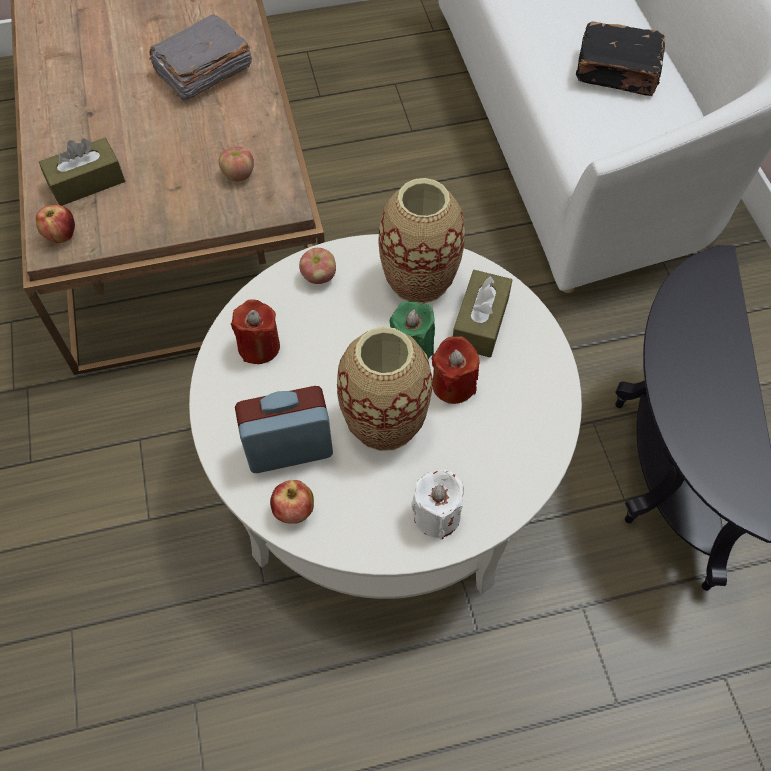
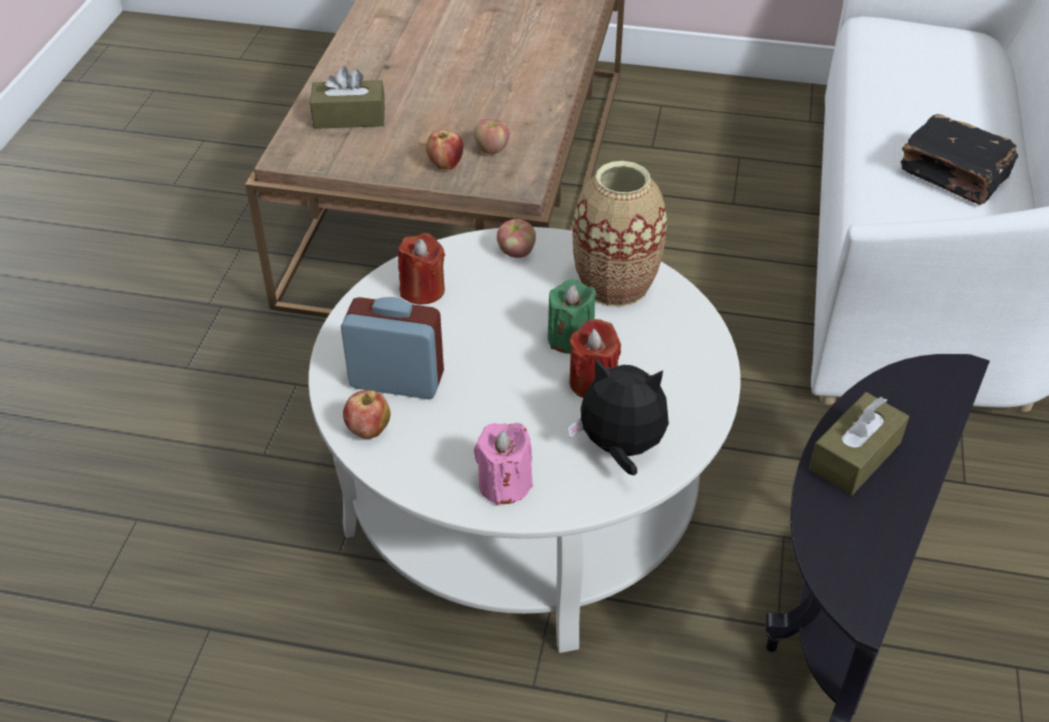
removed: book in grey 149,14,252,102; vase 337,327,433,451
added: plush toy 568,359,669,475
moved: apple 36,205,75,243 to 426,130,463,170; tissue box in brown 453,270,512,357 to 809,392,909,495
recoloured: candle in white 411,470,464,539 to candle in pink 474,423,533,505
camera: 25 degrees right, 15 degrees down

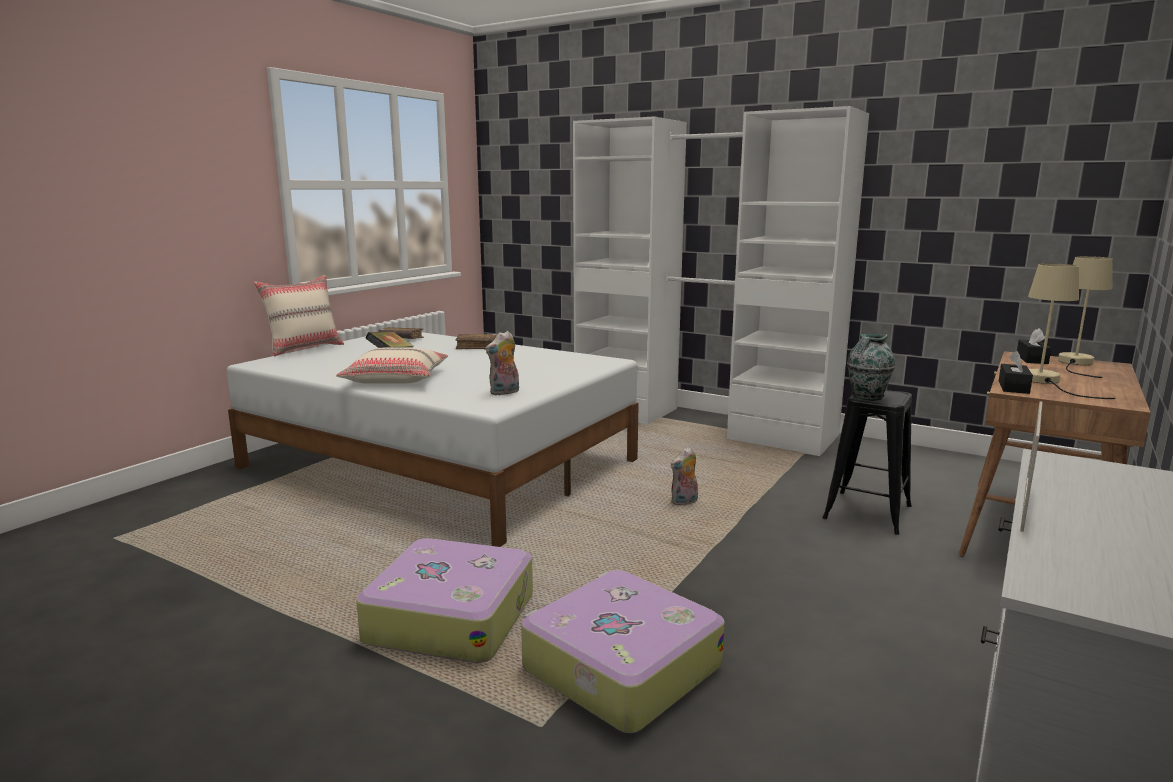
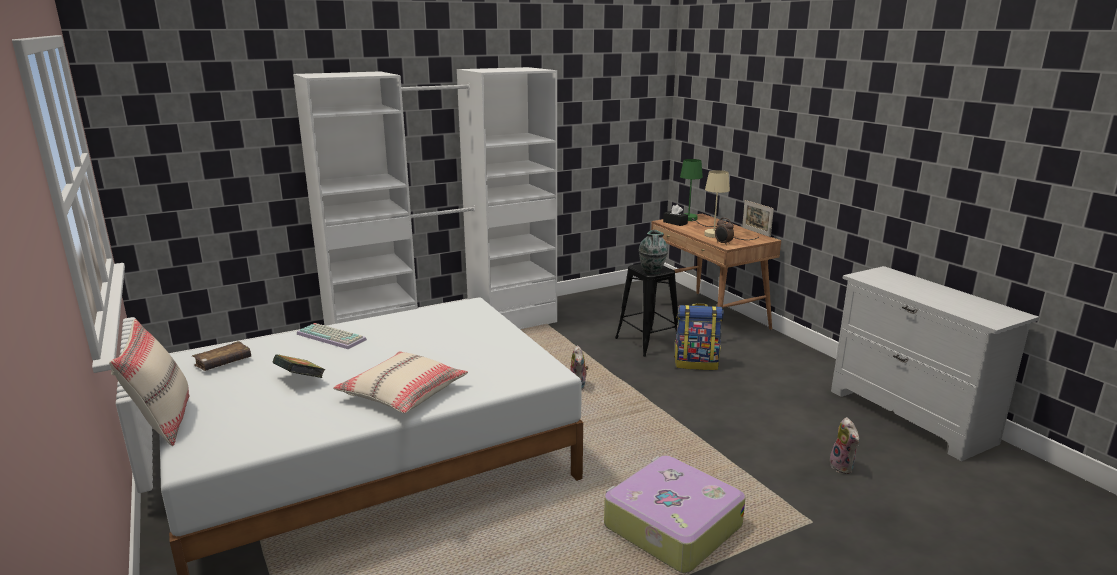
removed: suitcase 521,570,724,733
added: backpack 674,303,724,370
moved: plush toy 485,331,519,396 to 830,417,860,474; picture frame 1020,401,1043,532 to 742,200,774,237
replaced: book in brown 455,334,497,349 to keyboard 297,323,367,349; tissue box in black 999,351,1033,394 to alarm clock 715,218,734,244
recoloured: table lamp in beige 1058,256,1113,378 to table lamp in green 680,159,717,227
camera: 60 degrees left, 5 degrees up

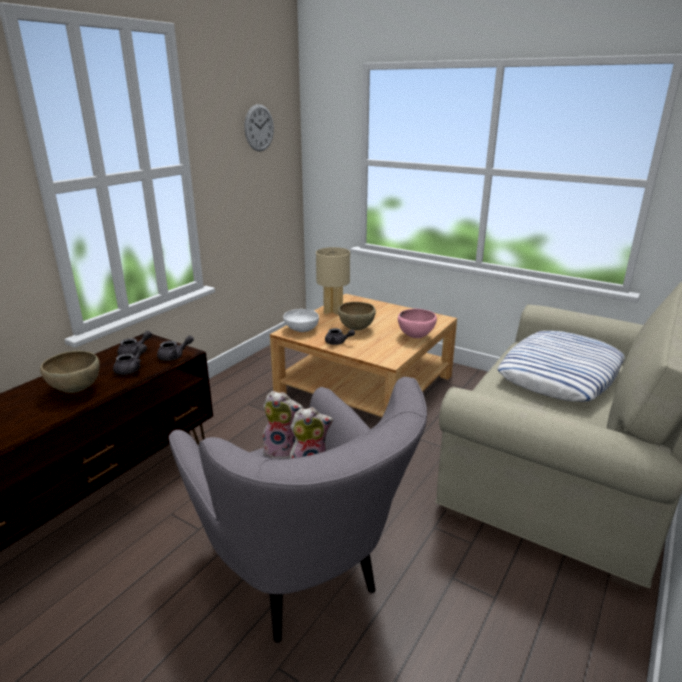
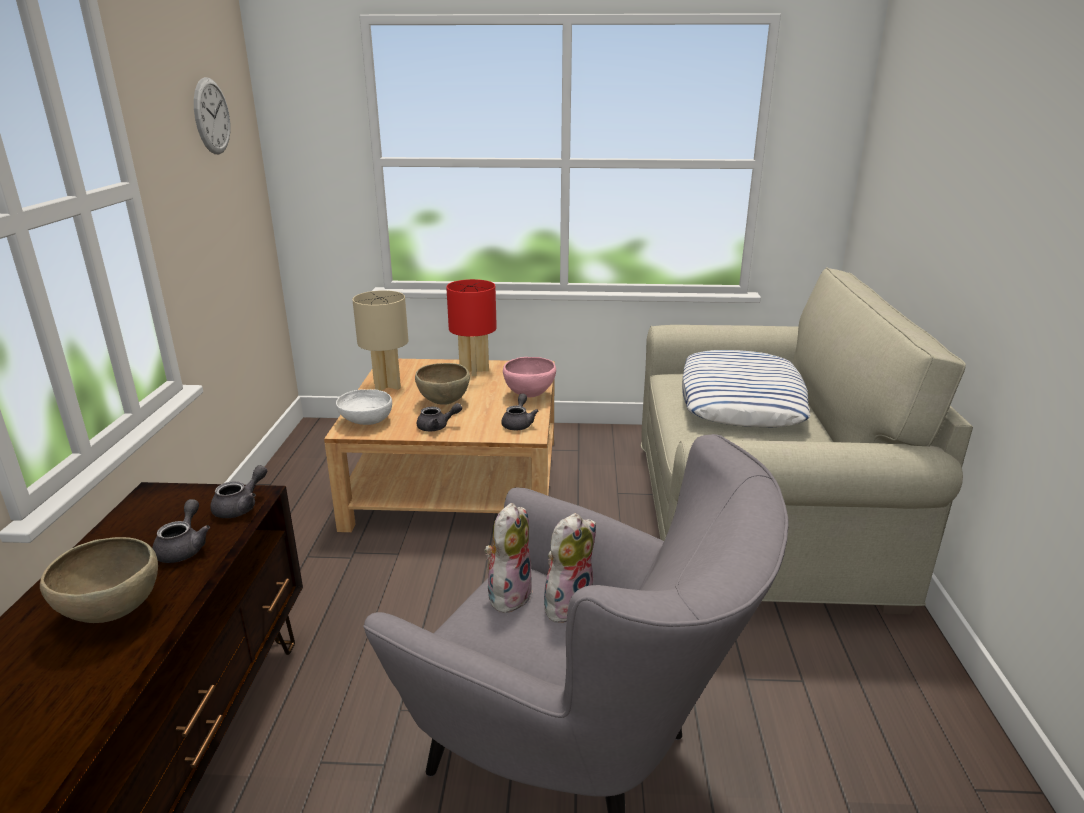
added: table lamp in red 446,279,497,376
moved: teapot in grey 118,331,152,356 to 501,393,538,430
turned: plush toy 263,391,303,459 = 485,503,533,613 45 degrees counterclockwise
camera: 30 degrees left, 0 degrees up

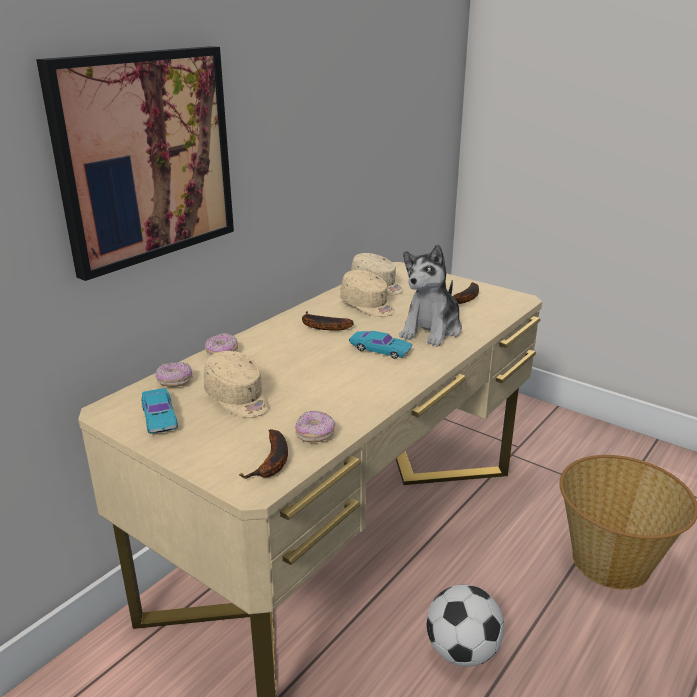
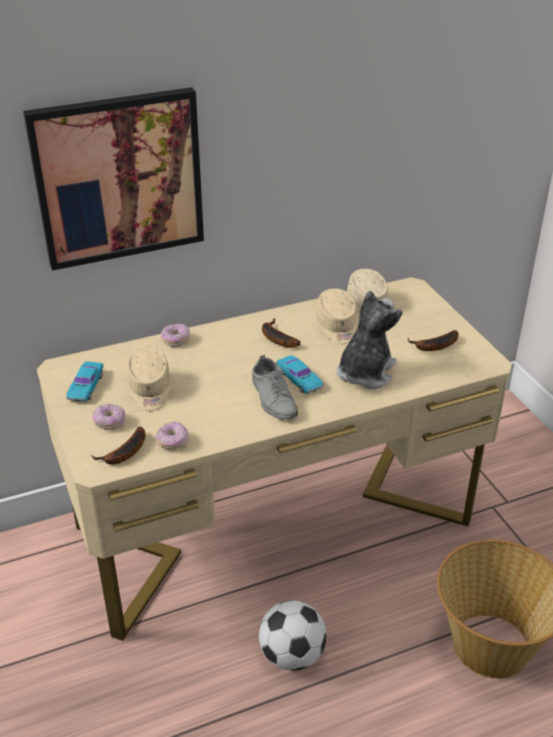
added: shoe in grey 252,355,298,420
moved: donut 156,362,193,387 to 92,404,125,430
turned: plush toy 399,244,462,346 = 336,290,402,389 150 degrees clockwise
camera: 30 degrees right, 10 degrees up

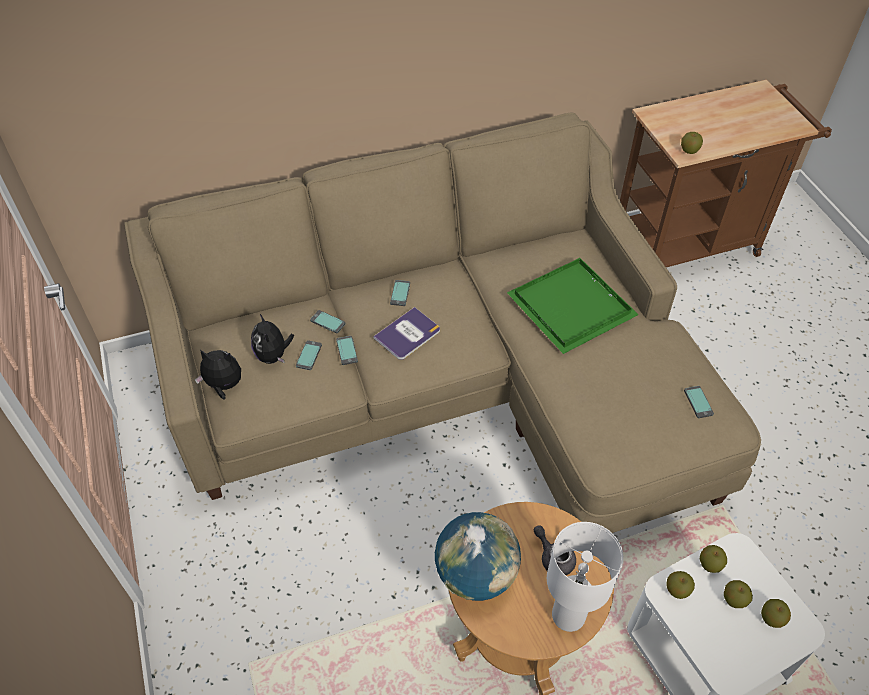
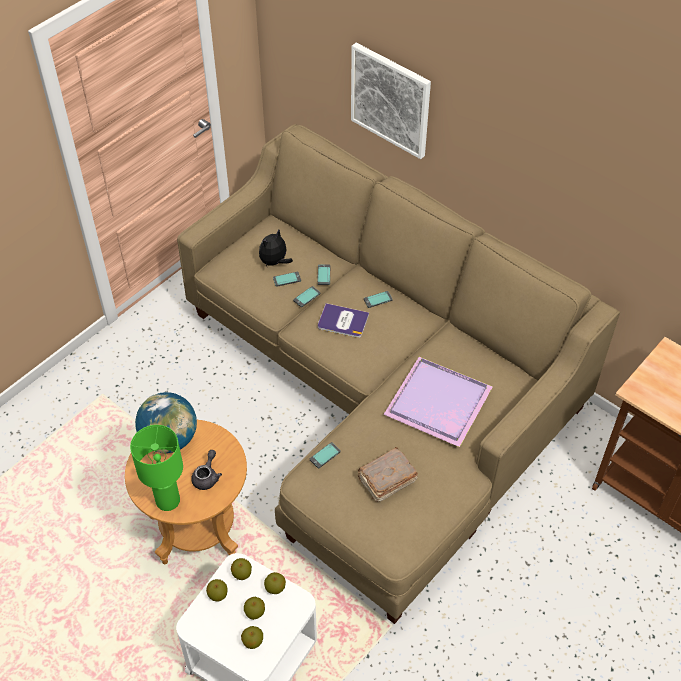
removed: plush toy 195,350,241,400
added: picture 351,43,431,159; book in brown 357,447,418,502
moved: apple 681,132,703,154 to 206,579,228,601; phone 684,386,714,418 to 310,442,341,468
recoloured: tray in green 507,258,638,354 to tray in purple 384,357,493,447; table lamp in white 547,522,623,632 to table lamp in green 130,425,183,511
camera: 60 degrees right, 0 degrees up

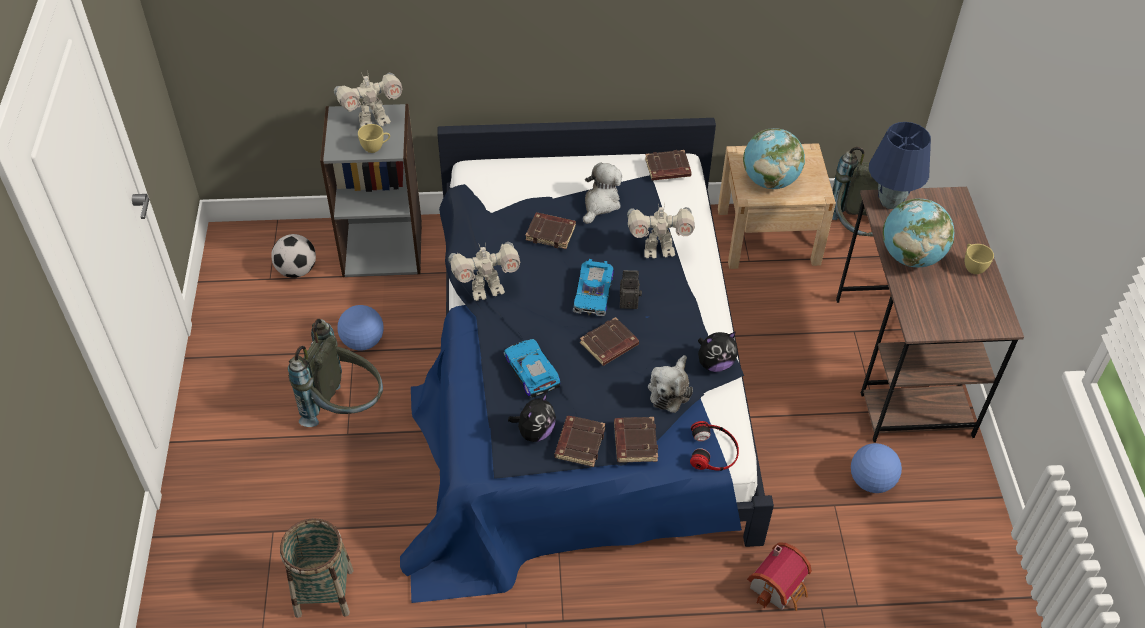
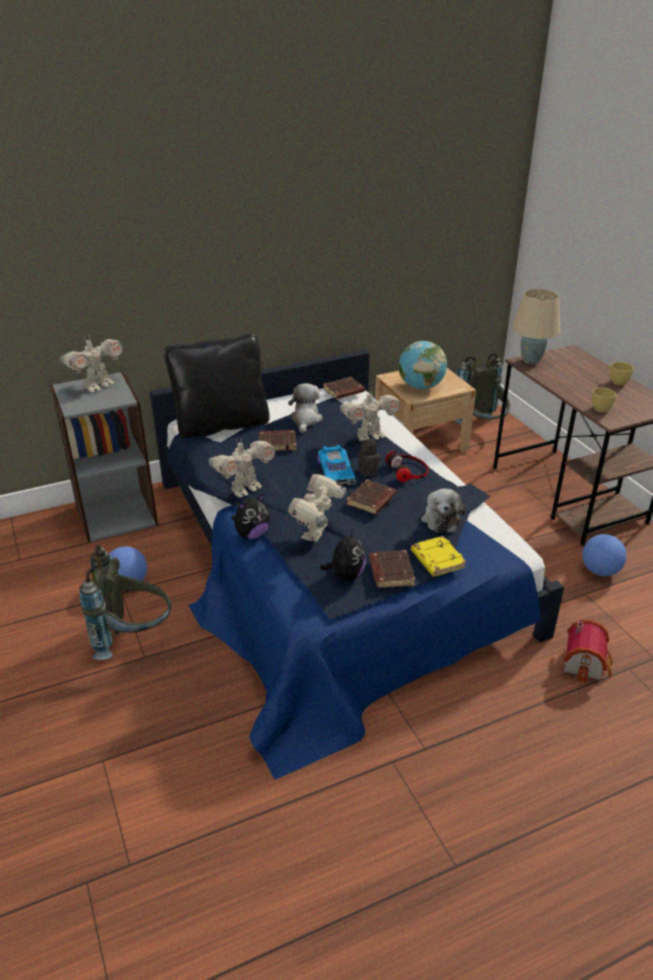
removed: globe 883,198,954,267; football 271,234,316,278; basket 280,518,354,618
added: pillow in black 164,334,270,439
moved: cup in yellow 358,124,390,153 to 592,387,617,413; plush toy 698,332,738,372 to 231,493,270,539; headphones 690,421,739,471 to 385,451,429,482
replaced: toy car 504,339,560,398 to toy robot 288,474,346,542
recoloured: table lamp in blue 869,122,931,209 to table lamp in beige 512,289,560,365; book in brown 614,417,658,463 to book in yellow 411,536,466,576
camera: 20 degrees left, 15 degrees down

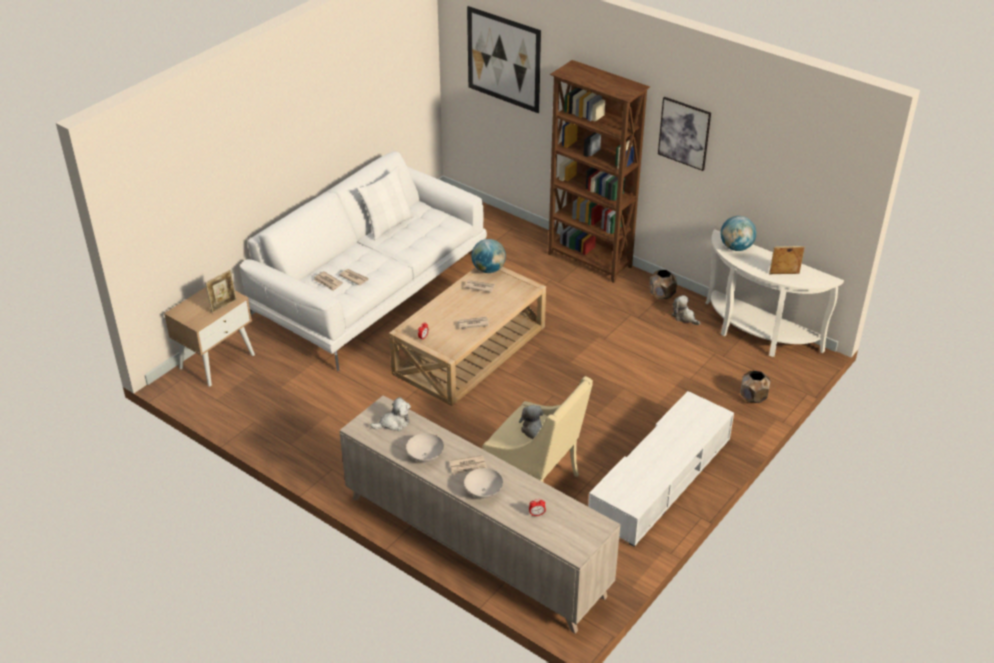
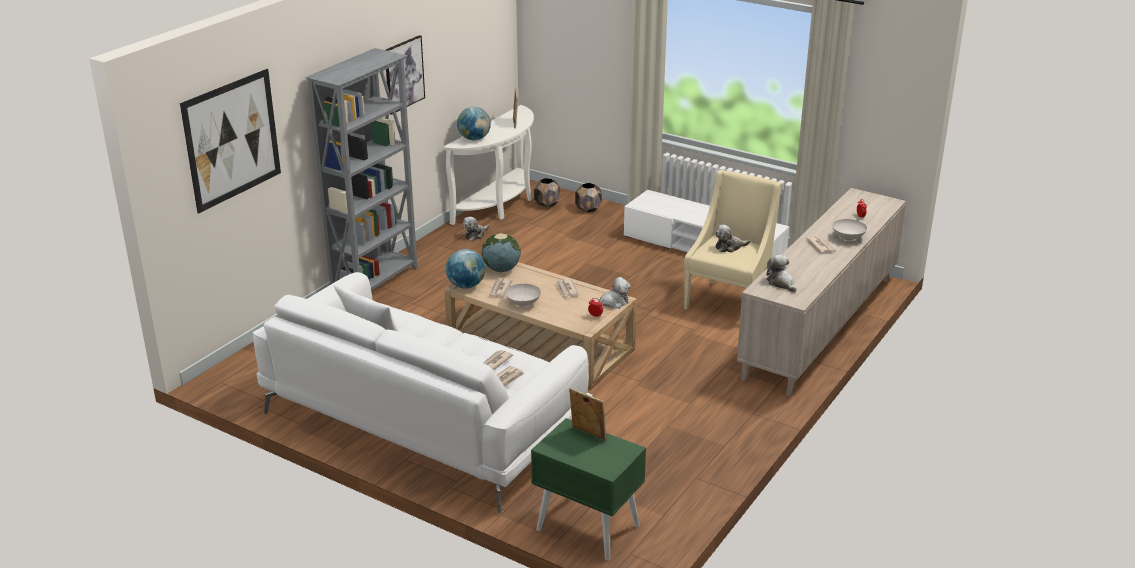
added: globe 481,233,521,272; plush toy 594,277,631,309
moved: planter in brown 649,270,677,299 to 534,178,560,207; bowl in white 406,433,444,462 to 505,284,541,307
recoloured: bookcase in brown 548,60,650,283 to bookcase in grey 305,48,418,291; nightstand in beige 164,287,255,386 to nightstand in green 531,418,646,561
camera: 95 degrees left, 10 degrees down

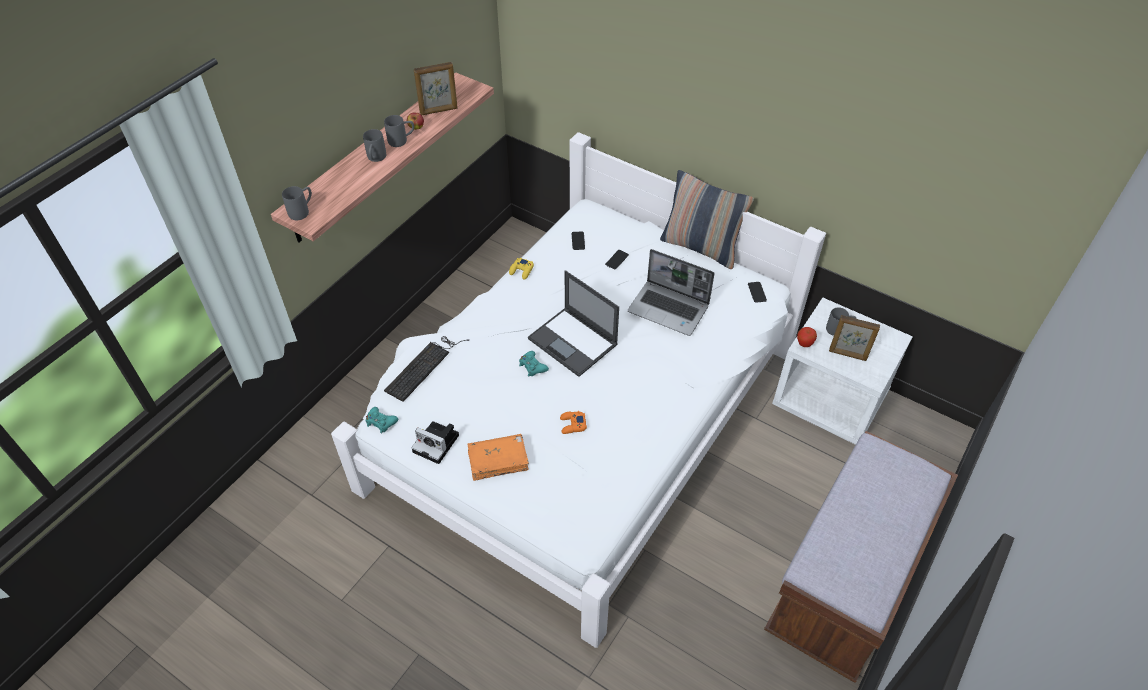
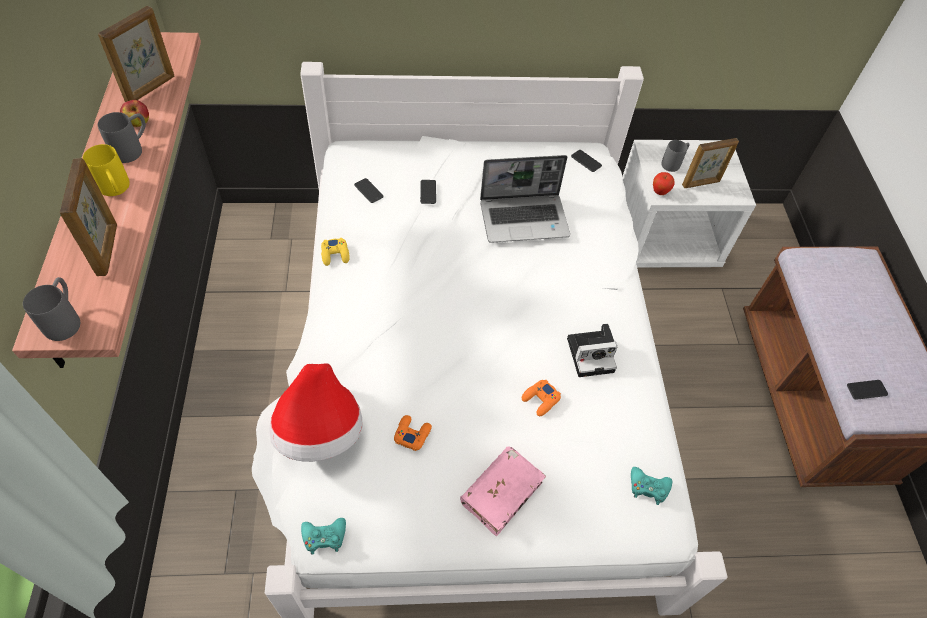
removed: pillow 660,170,754,269; laptop 528,270,619,377
added: picture frame 60,158,117,276; phone 847,380,888,400; game controller in orange 394,415,432,451
moved: game controller in turquoise 519,351,549,376 to 631,467,672,505; photo camera 411,421,459,464 to 567,324,618,377
replaced: keyboard 384,336,469,402 to hat 269,363,363,462
recoloured: mug in grey 363,129,386,162 to mug in yellow 83,144,130,196; book in orange 468,434,529,481 to book in pink 460,446,546,536
camera: 40 degrees left, 5 degrees up

